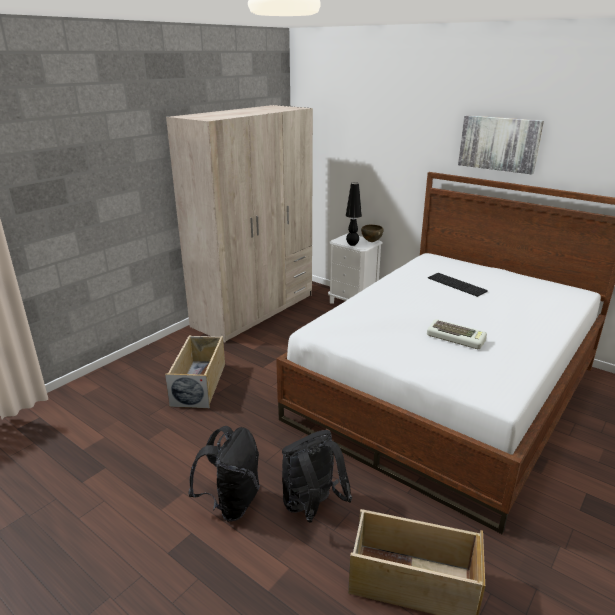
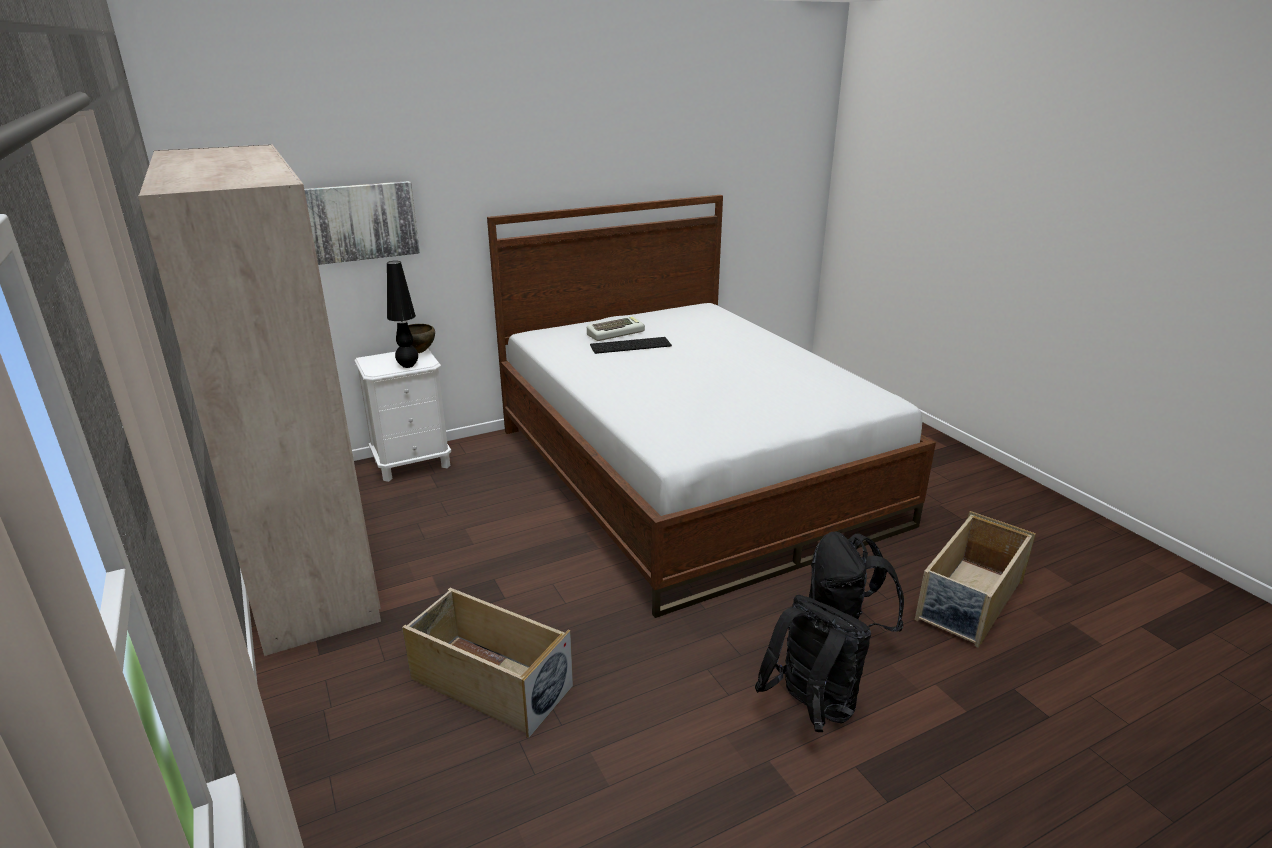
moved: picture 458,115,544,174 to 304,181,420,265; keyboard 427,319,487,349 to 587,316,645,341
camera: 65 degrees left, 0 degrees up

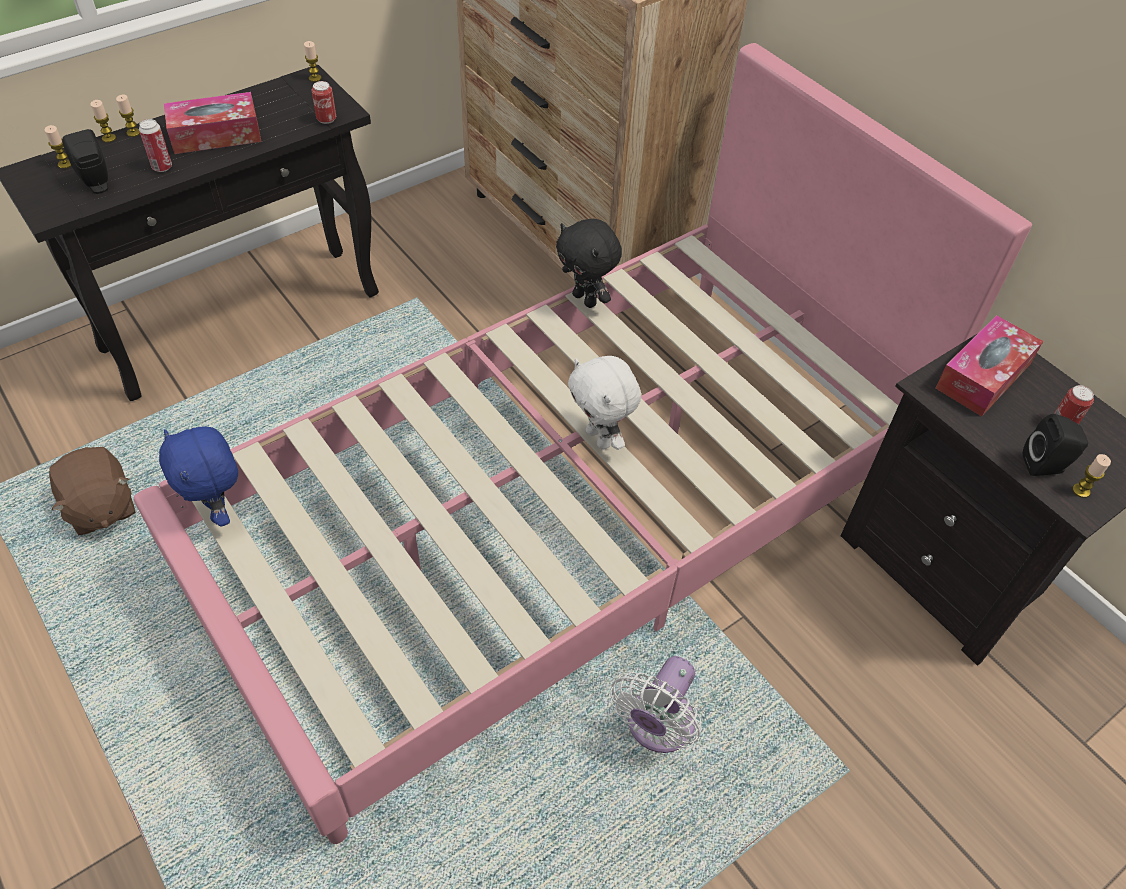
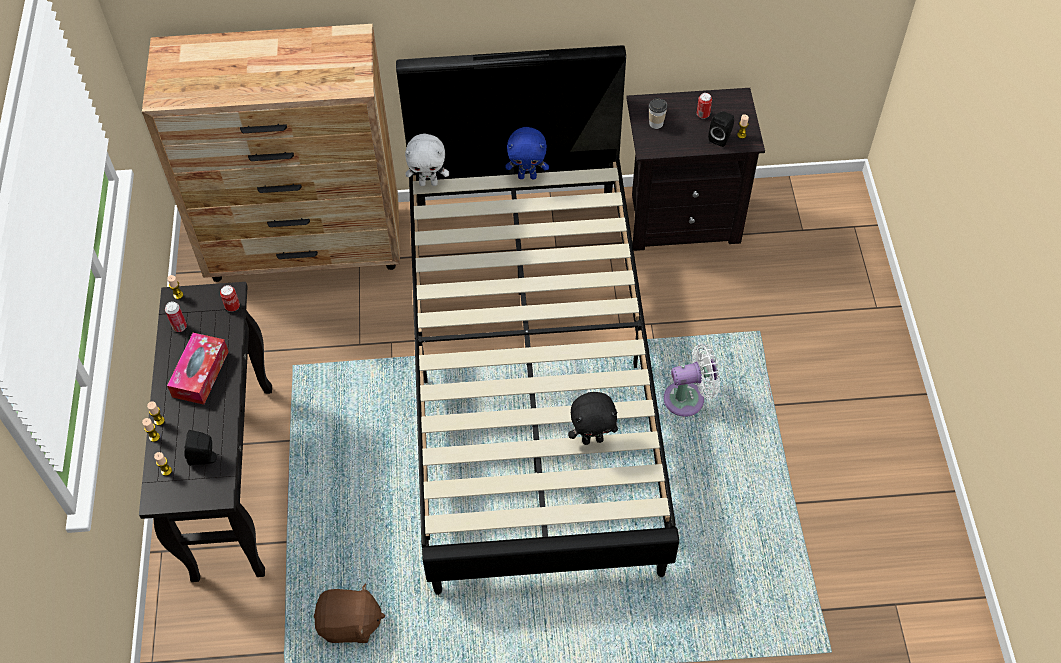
moved: can 139,119,172,172 to 165,302,187,332; plush toy in black 556,219,622,308 to 568,392,618,445; plush toy in white 568,356,641,450 to 405,133,449,186; plush toy in blue 159,426,238,527 to 505,127,549,180
replaced: tissue box 935,315,1043,416 to cup 649,98,667,129
recoloured: bed in pink 134,43,1032,844 to bed in black 396,45,679,595
turned: fan in white 610,656,701,753 = 664,343,720,417 75 degrees counterclockwise
camera: 55 degrees left, 5 degrees up

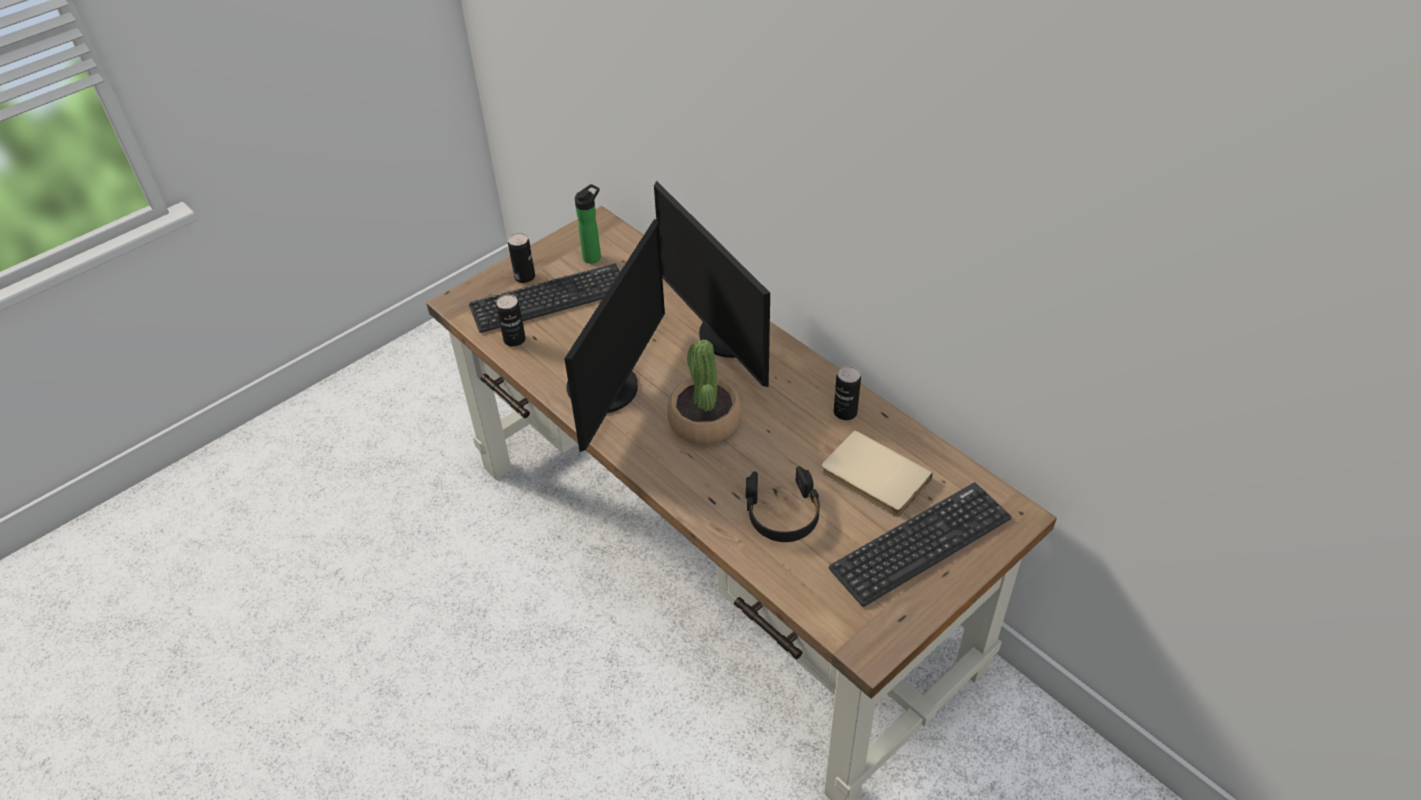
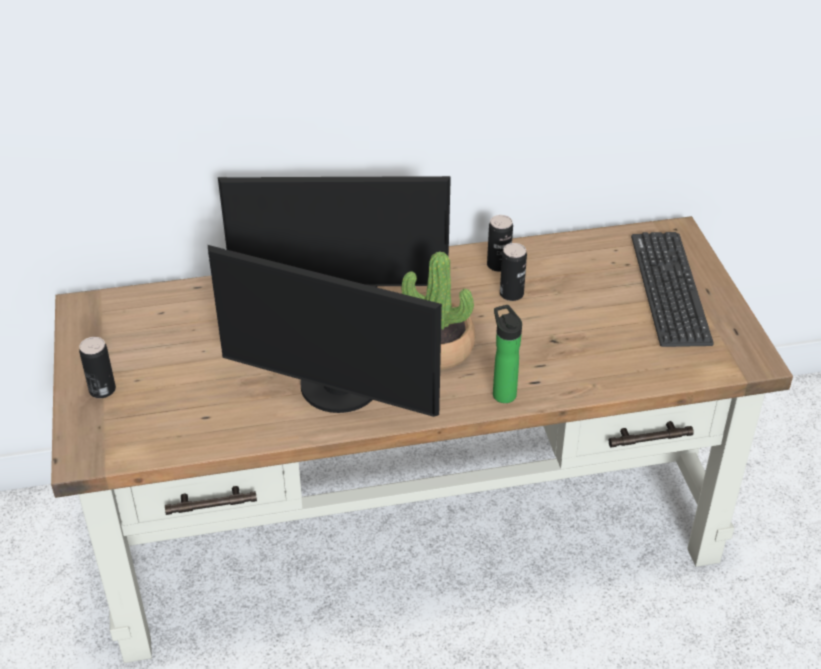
removed: keyboard 469,263,620,333; book in beige 821,430,933,517; headphones in black 746,466,820,542
moved: bottle 575,184,601,263 to 493,305,522,403; can 496,295,526,346 to 500,243,527,301
turned: monitor 564,219,665,452 = 208,245,442,417 150 degrees clockwise
camera: 60 degrees left, 5 degrees down

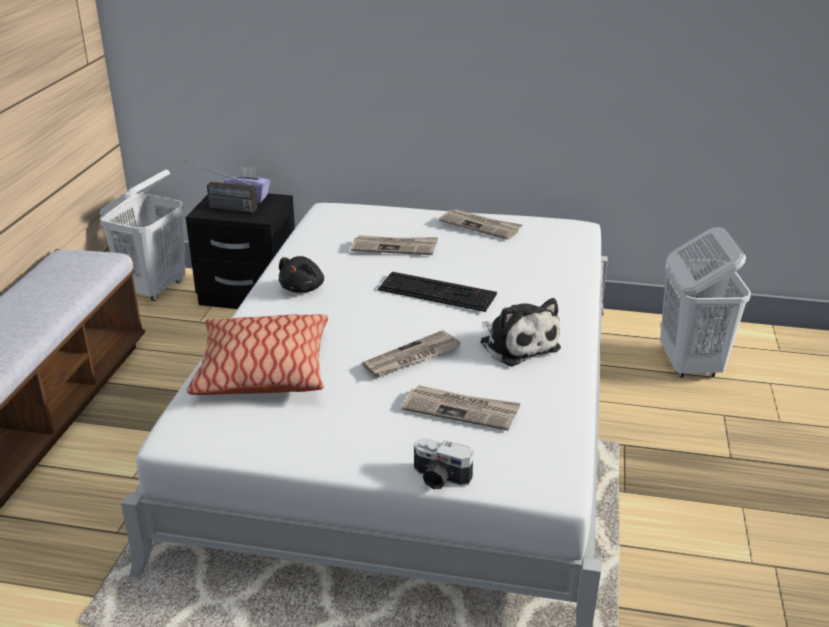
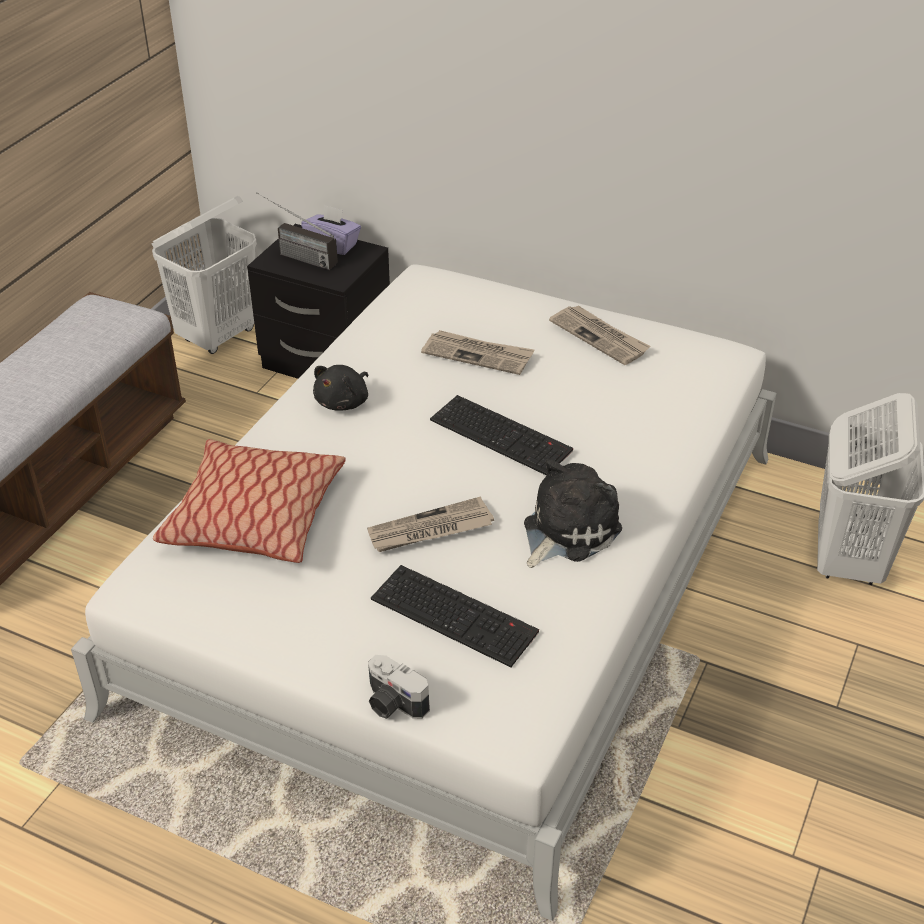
replaced: newspaper 402,385,521,431 to keyboard 371,565,539,667
turned: plush toy 480,298,561,366 = 524,458,622,568 120 degrees counterclockwise
camera: 15 degrees right, 10 degrees up

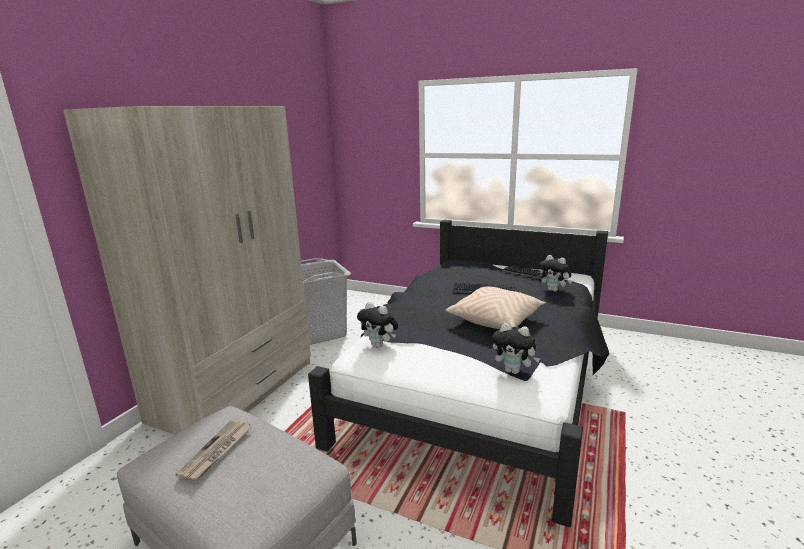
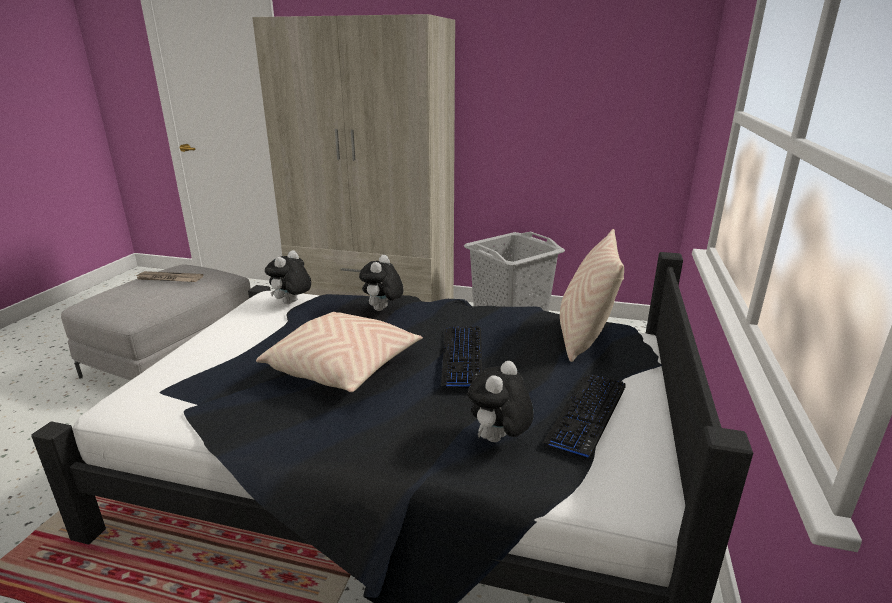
added: pillow in beige 560,229,624,362
moved: plush toy 492,323,540,374 to 359,255,403,311
camera: 80 degrees right, 5 degrees up

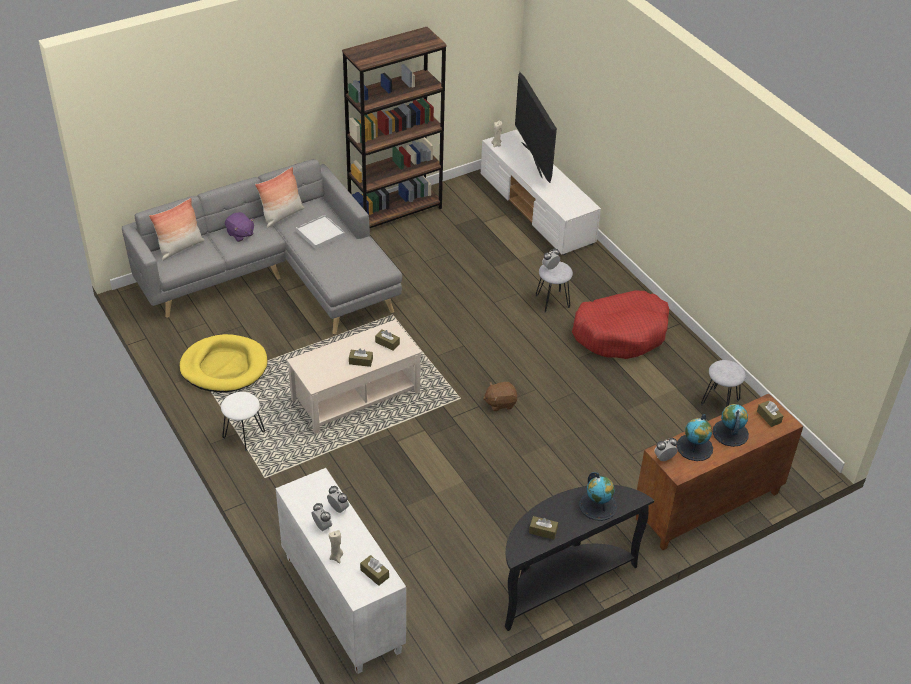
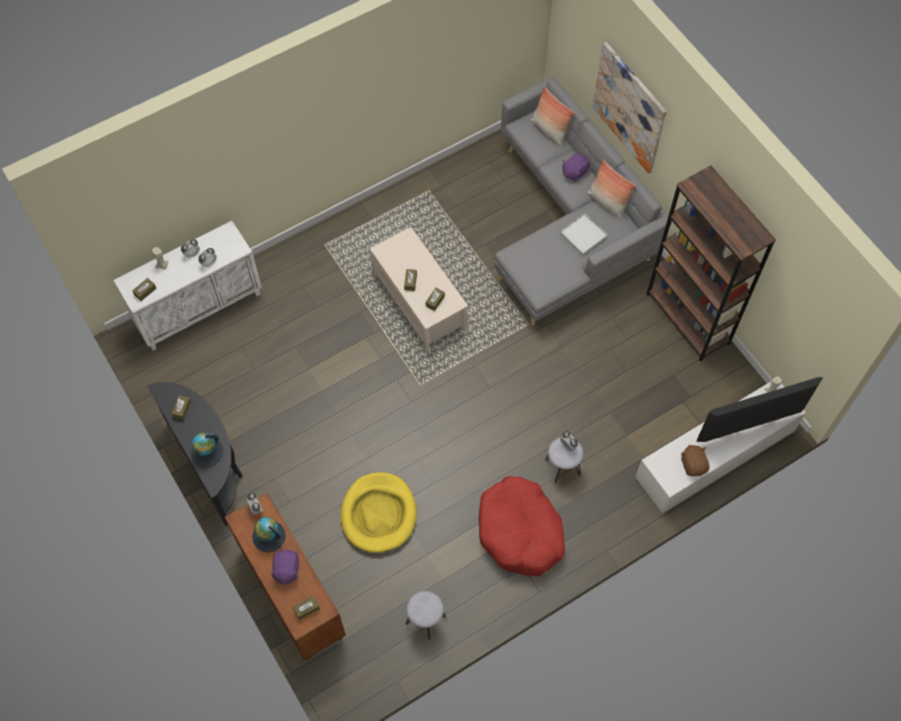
removed: stool in white 221,392,265,451
added: picture 593,42,667,174
moved: dog bed in yellow 179,334,268,392 to 341,472,417,553; plush toy in brown 483,382,517,411 to 681,445,709,476
replaced: globe 713,404,749,447 to plush toy in purple 270,550,299,586
camera: 90 degrees right, 20 degrees up

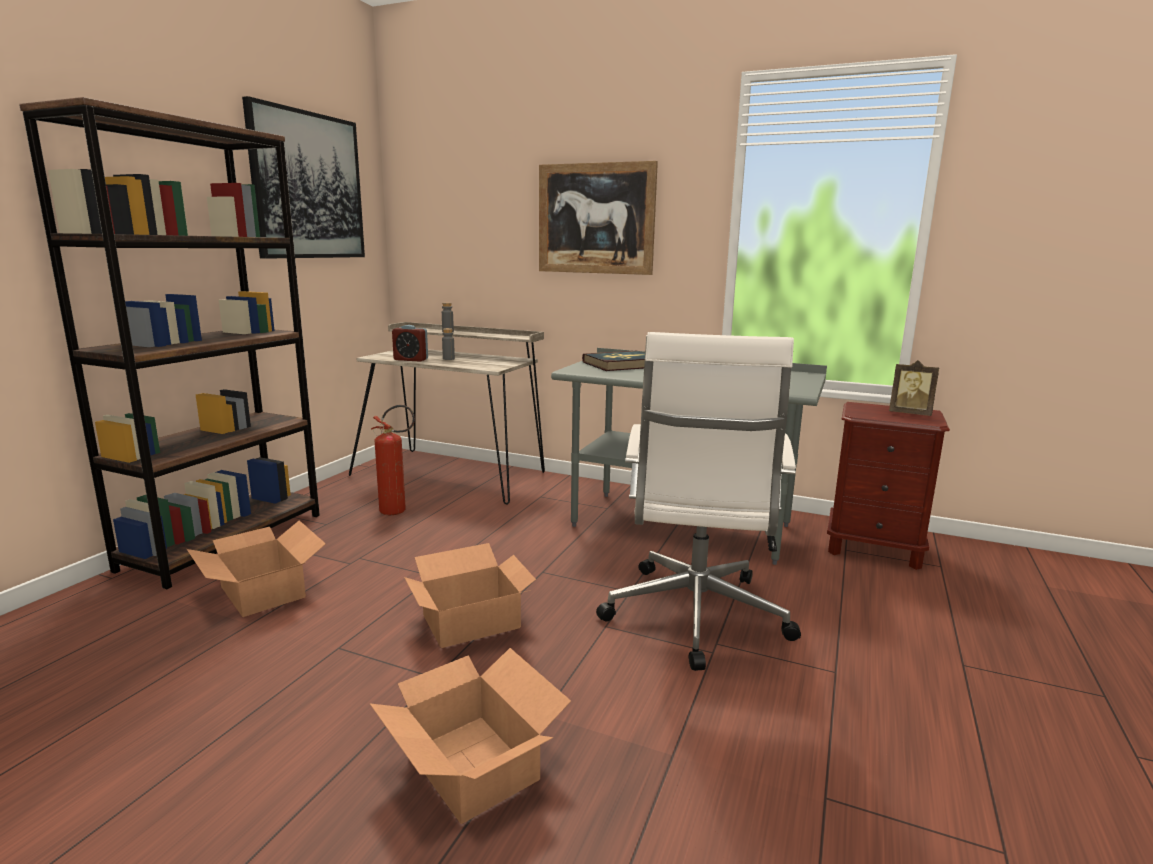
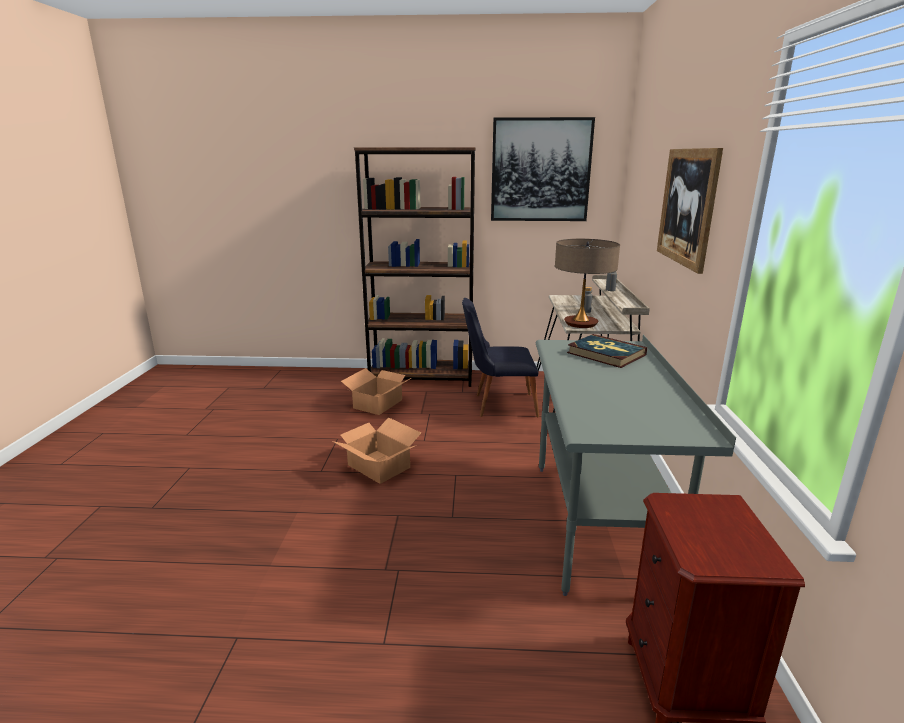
removed: alarm clock 392,325,428,362; office chair in white 596,332,801,671; picture frame 889,360,939,416; cardboard box 370,648,571,824
added: table lamp 555,239,620,328
replaced: fire extinguisher 371,405,415,515 to chair in black 462,298,539,417
camera: 70 degrees right, 5 degrees up

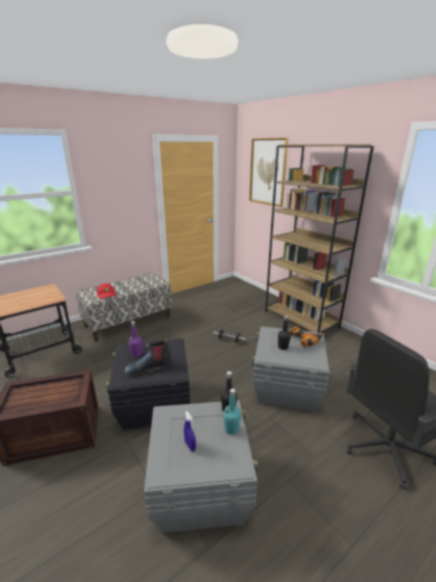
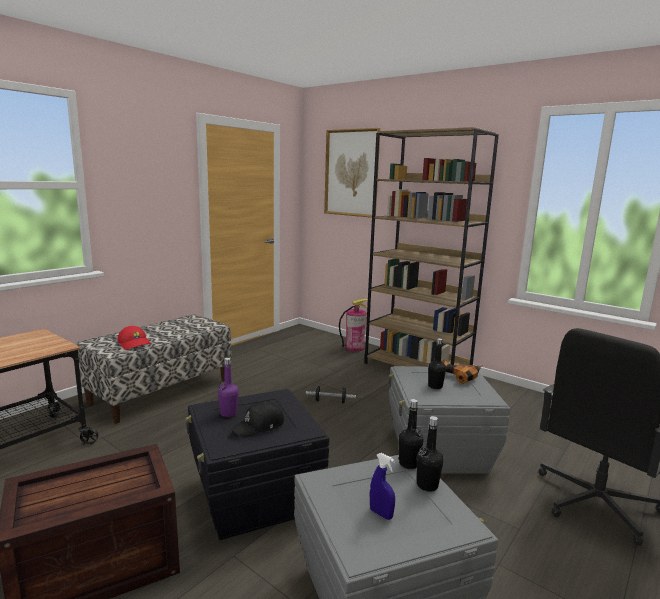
added: fire extinguisher 339,299,368,351
replaced: boot 125,334,172,375 to cap in black 232,401,284,438
recoloured: bottle in turquoise 223,389,241,435 to bottle in black 417,416,443,492
camera: 15 degrees left, 10 degrees down

